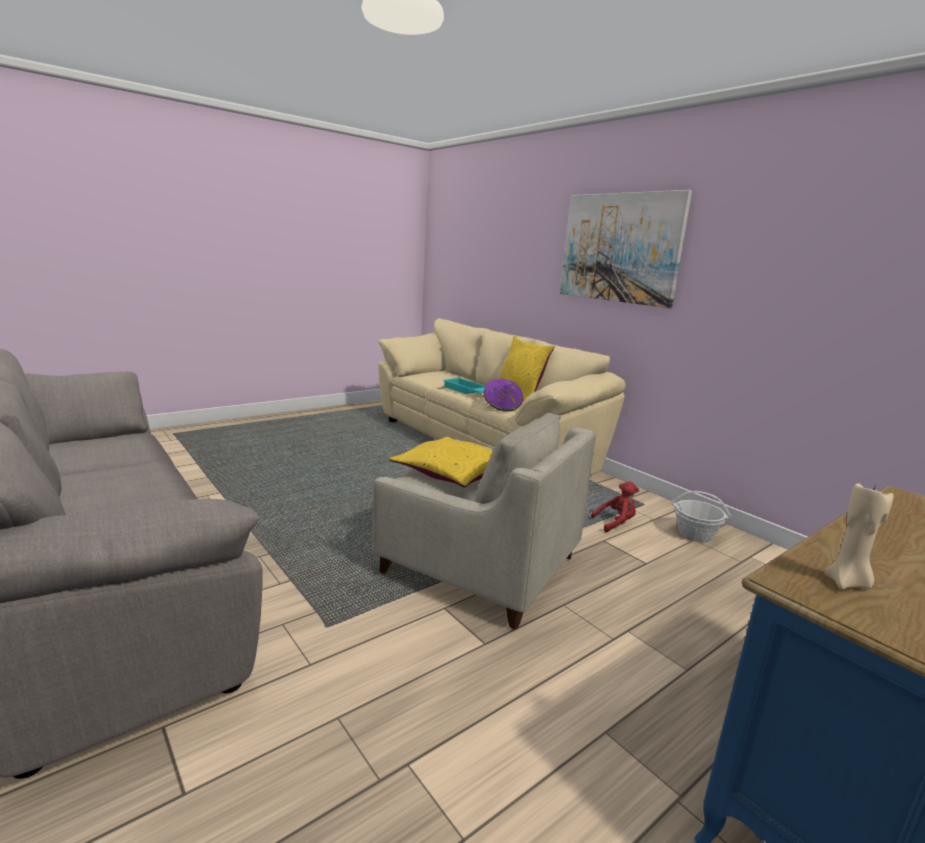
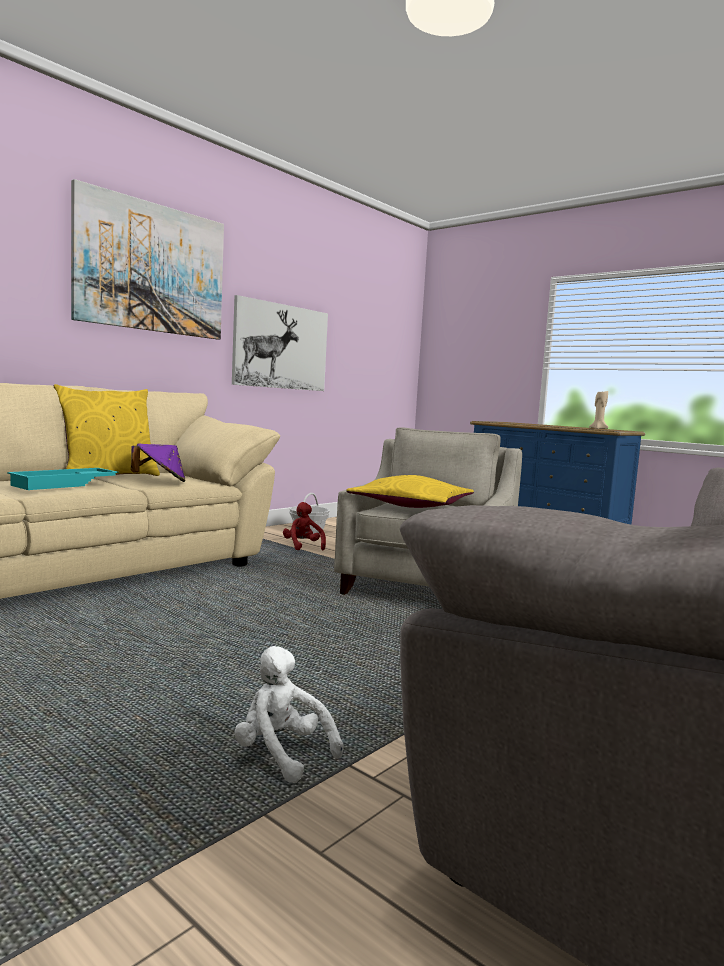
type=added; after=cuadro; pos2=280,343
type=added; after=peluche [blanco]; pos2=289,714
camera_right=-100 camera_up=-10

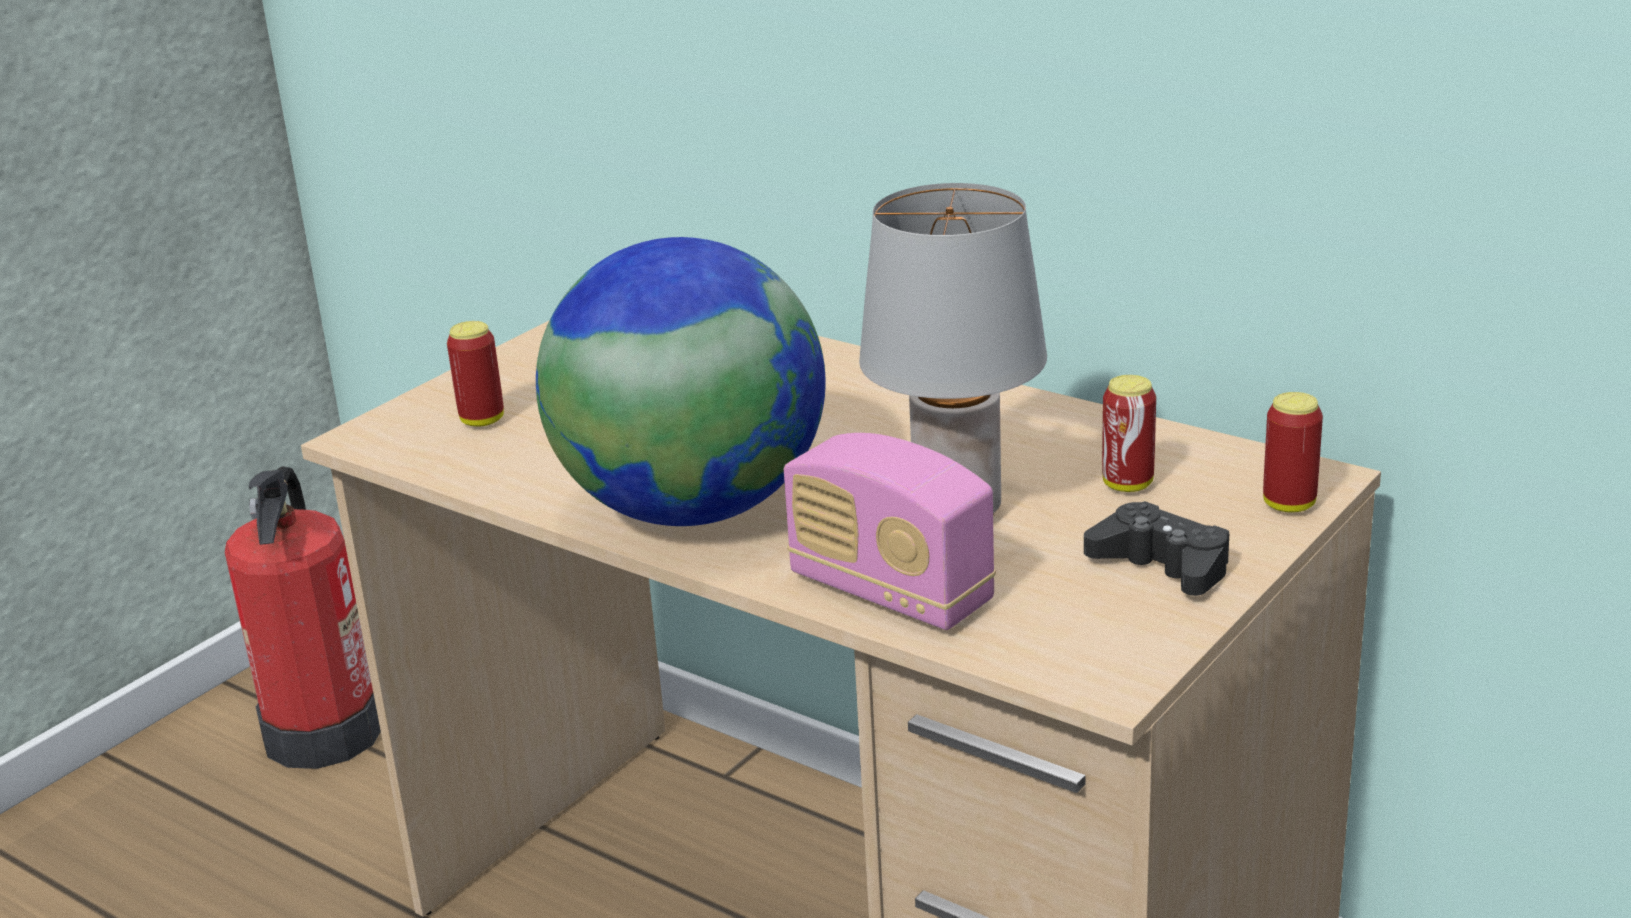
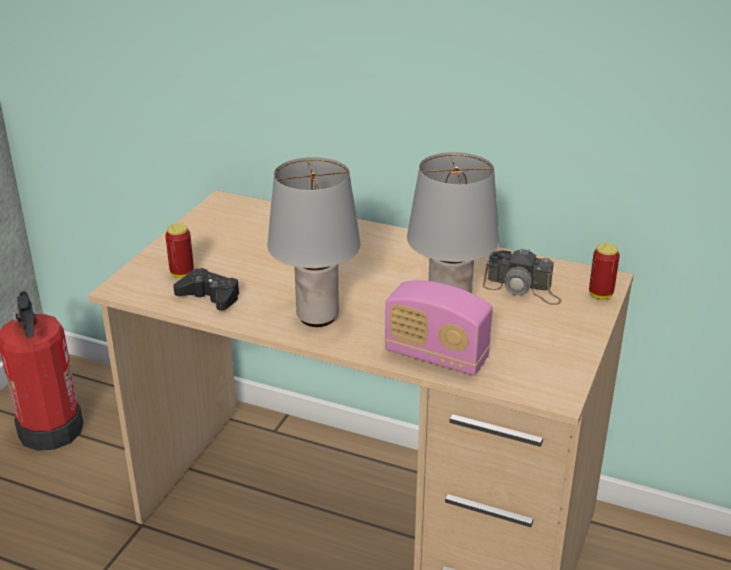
type=moved; before=mando de consola [negro]; pos1=1156,548; pos2=206,289
type=replaced; before=globo terráqueo; after=lámpara de mesa [gris]; pos1=681,381; pos2=314,242
type=replaced; before=lata; after=cámara; pos1=1129,433; pos2=522,276
camera_right=-15 camera_up=5

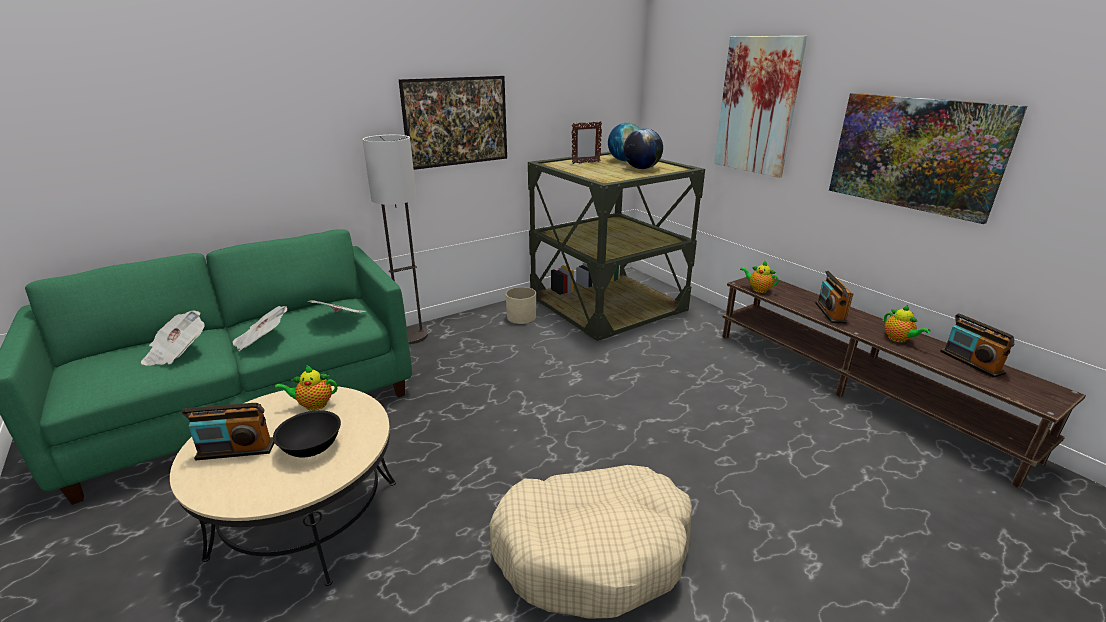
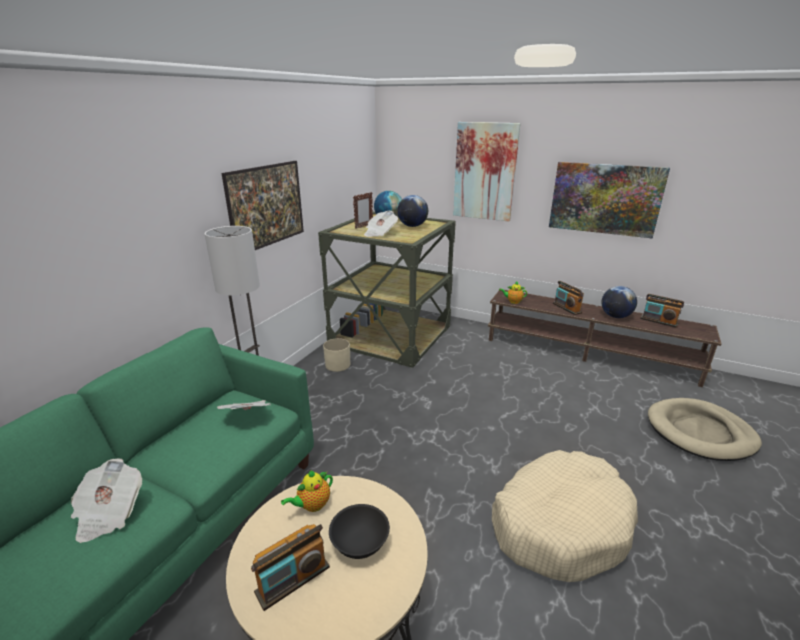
type=moved; before=periódico; pos1=259,328; pos2=381,224
type=replaced; before=tetera; after=globo terráqueo; pos1=907,324; pos2=619,302
type=added; after=cama para perro [beis]; pos2=705,429
camera_right=-30 camera_up=0

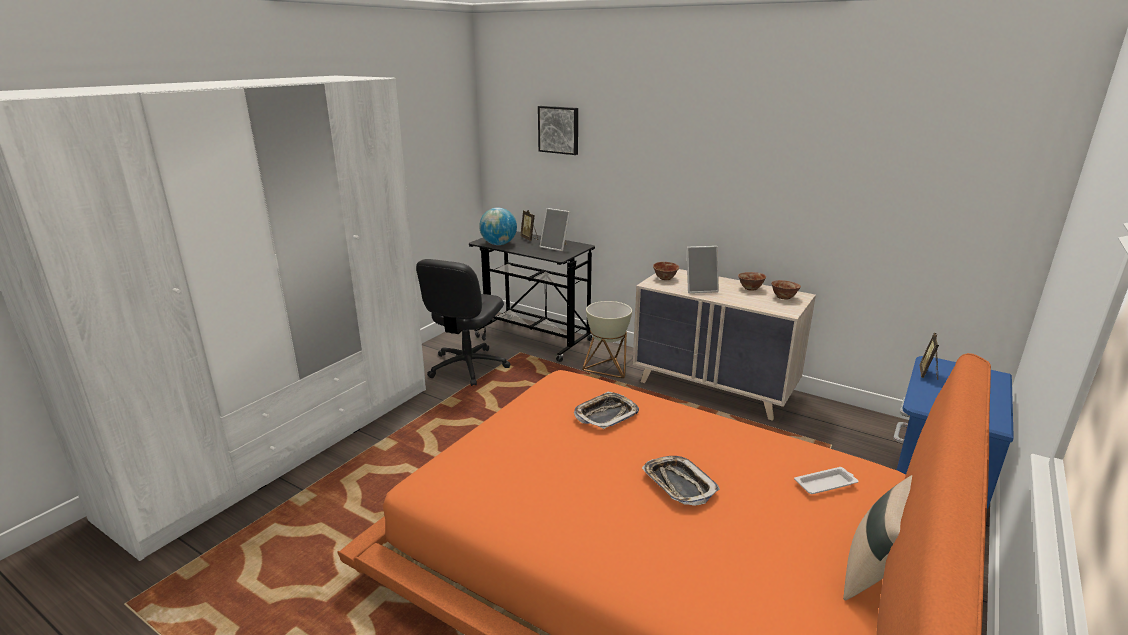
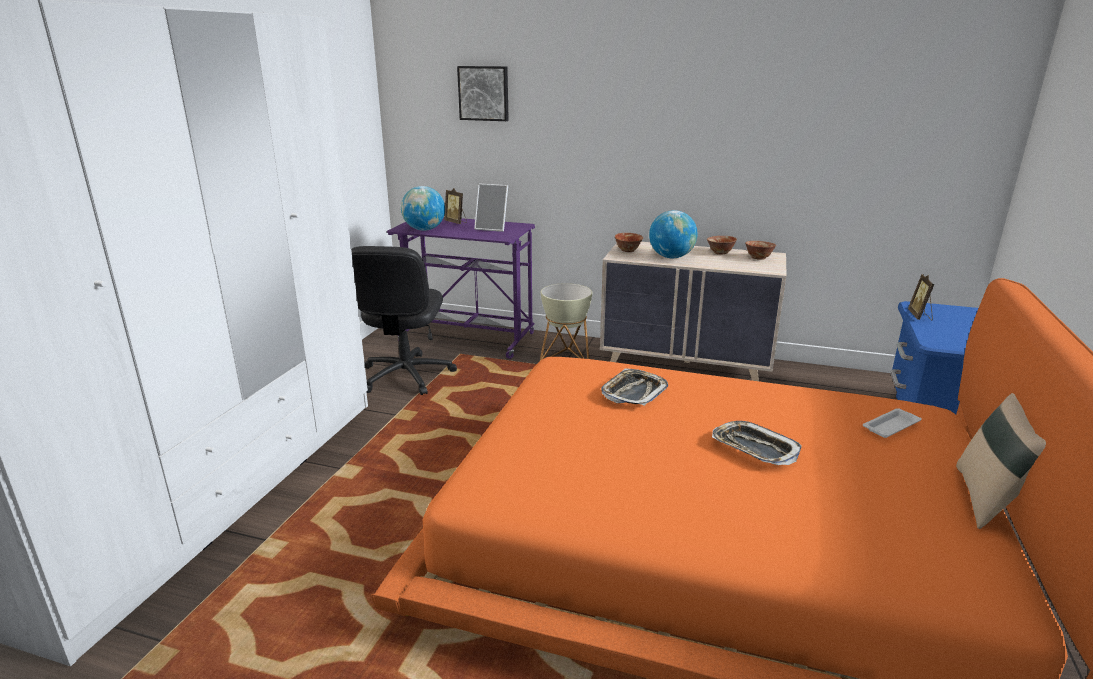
type=recoloured; before=escritorio [negro]; after=escritorio [morado]; pos1=532,296; pos2=461,288
type=replaced; before=portarretratos; after=globo terráqueo; pos1=703,269; pos2=673,234
camera_right=-15 camera_up=0

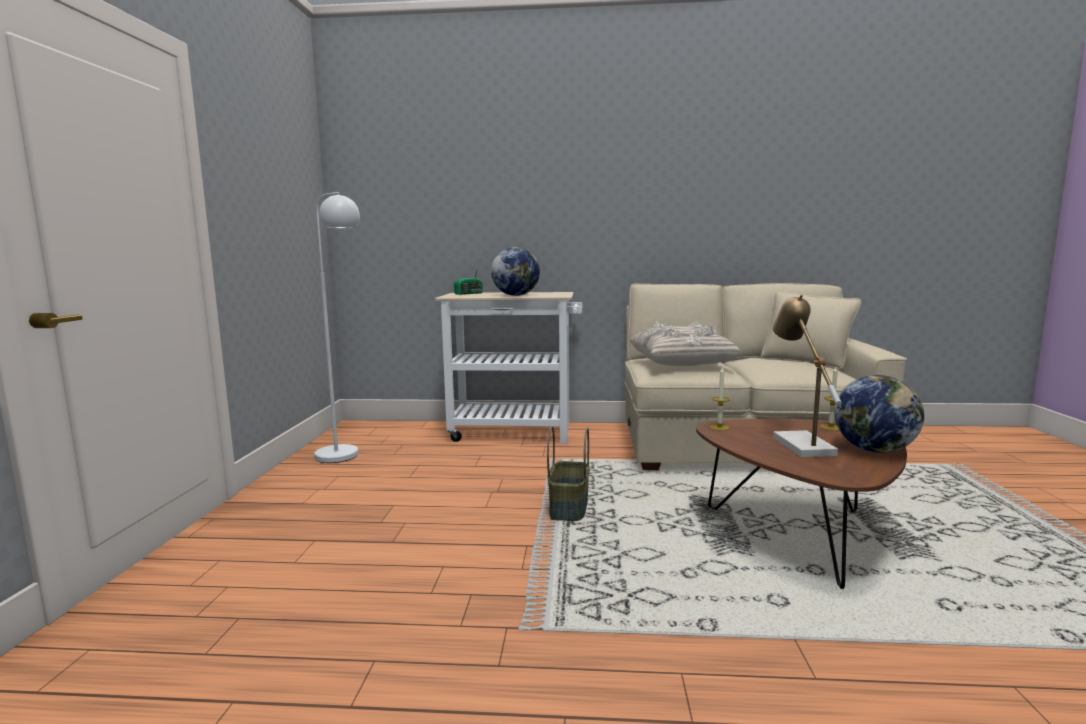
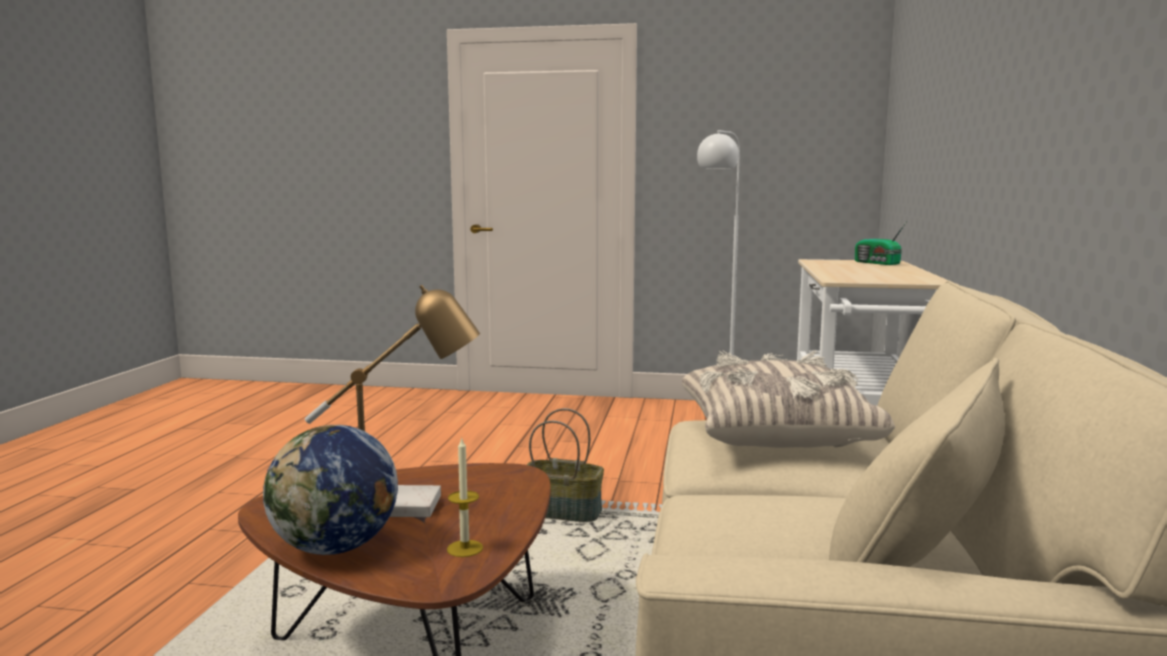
type=removed; before=globo terráqueo; pos1=515,271
type=removed; before=vela; pos1=720,399
camera_right=95 camera_up=0

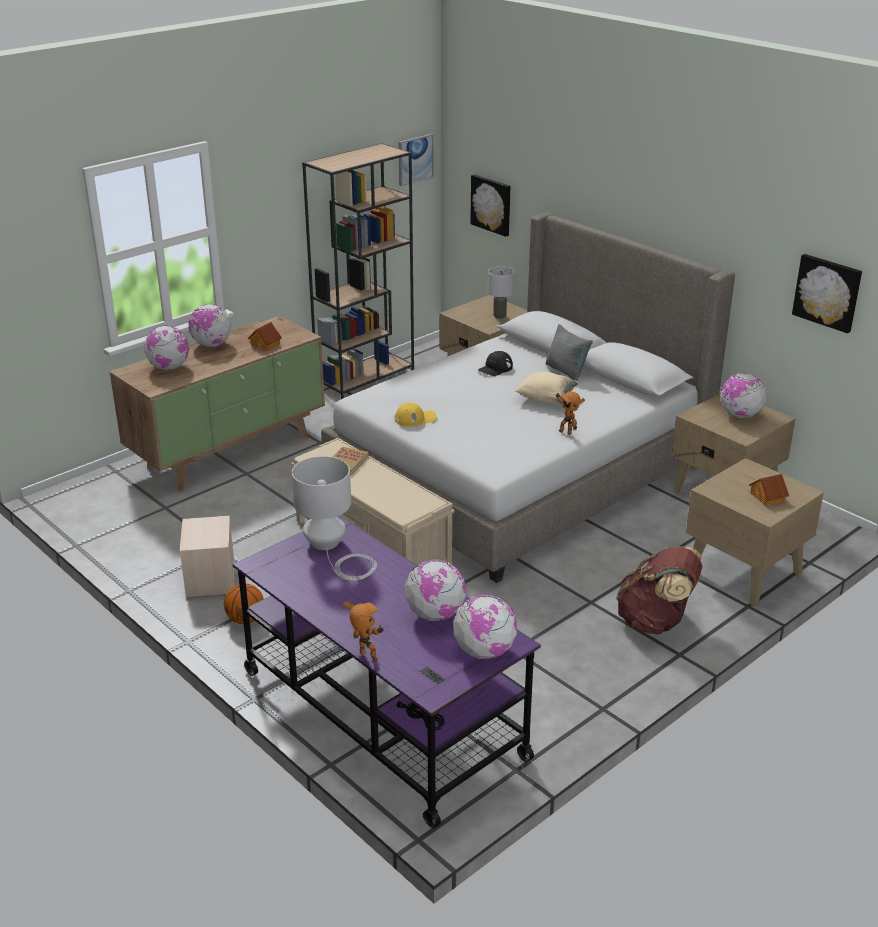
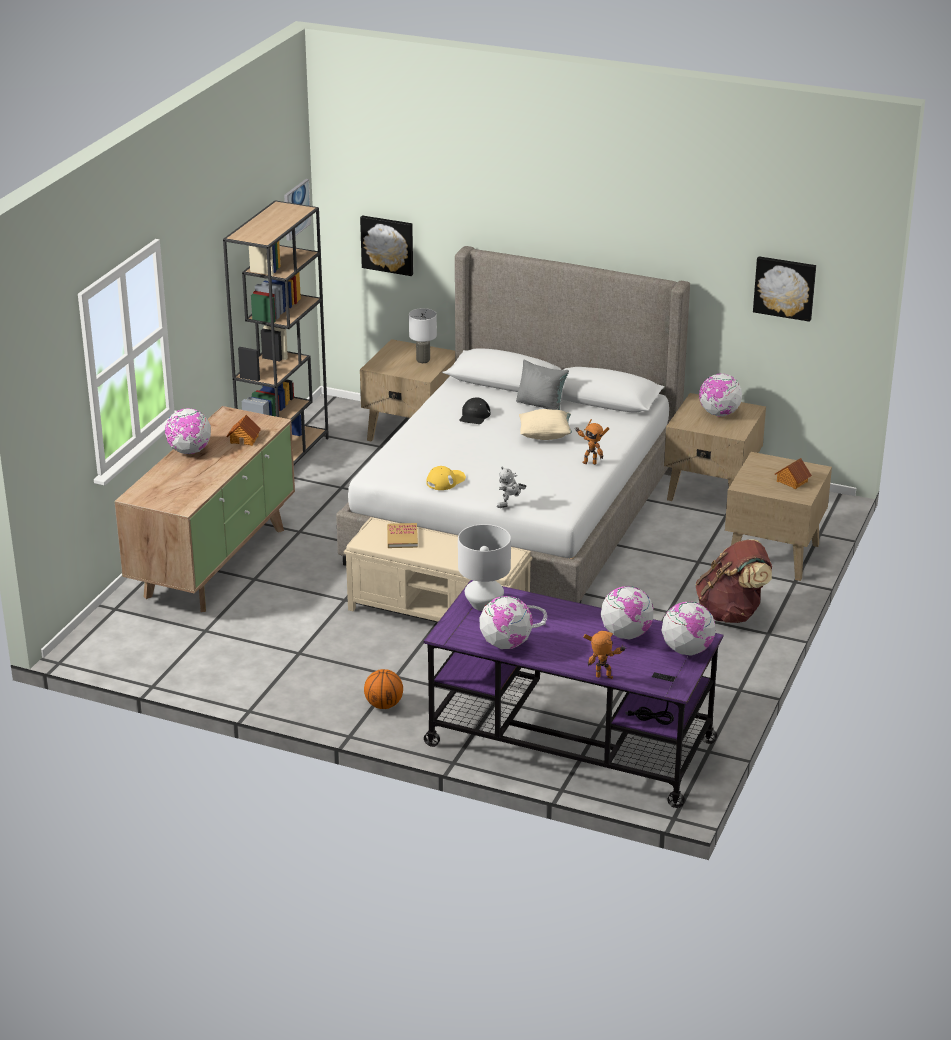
type=moved; before=globo terráqueo; pos1=166,347; pos2=506,622
type=added; after=robot de juguete; pos2=512,487
type=removed; before=caja de almacenaje [beis]; pos1=207,556
camera_right=-25 camera_up=0

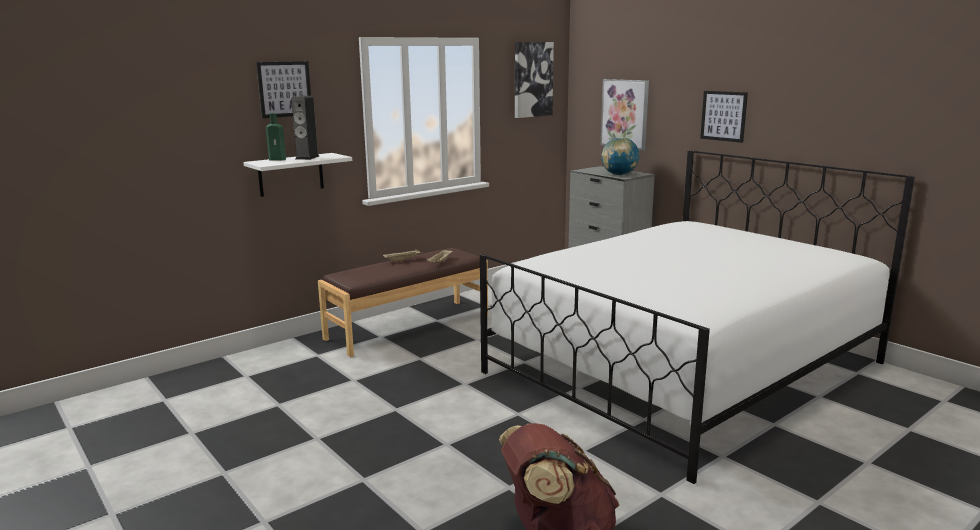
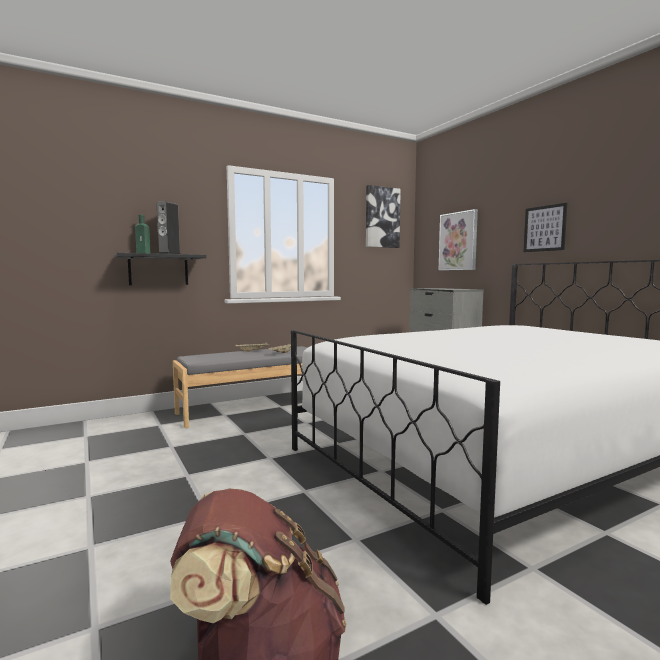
type=recoloured; before=estante [blanco]; after=estante [negro]; pos1=297,175; pos2=160,269
type=recoloured; before=banco [marrón]; after=banco [gris]; pos1=403,302; pos2=240,387
type=removed; before=cuadro; pos1=283,89
type=removed; before=globo terráqueo; pos1=620,156
camera_right=10 camera_up=-10

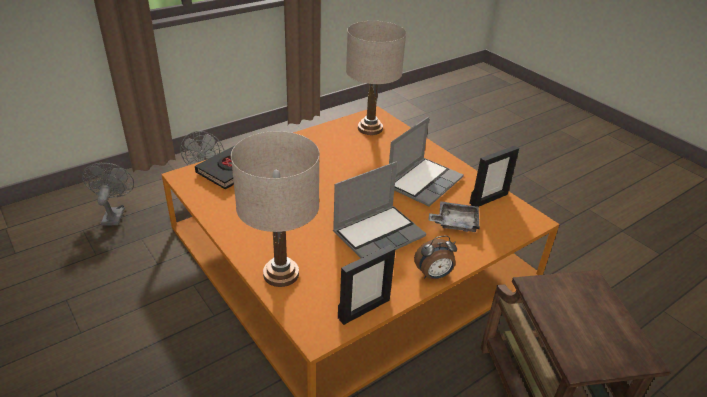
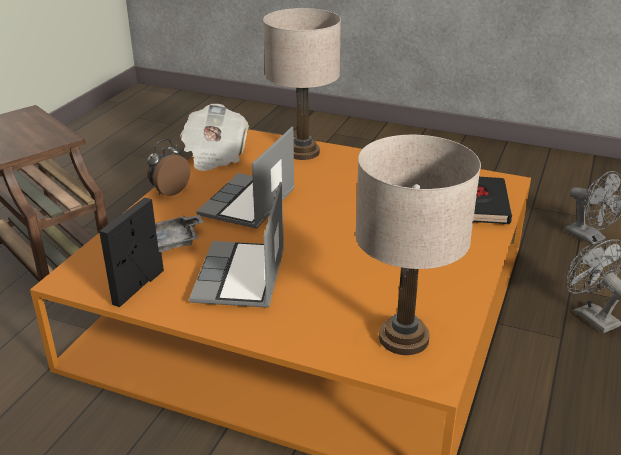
type=replaced; before=portarretratos; after=periódico; pos1=366,285; pos2=214,137
camera_right=150 camera_up=-5

